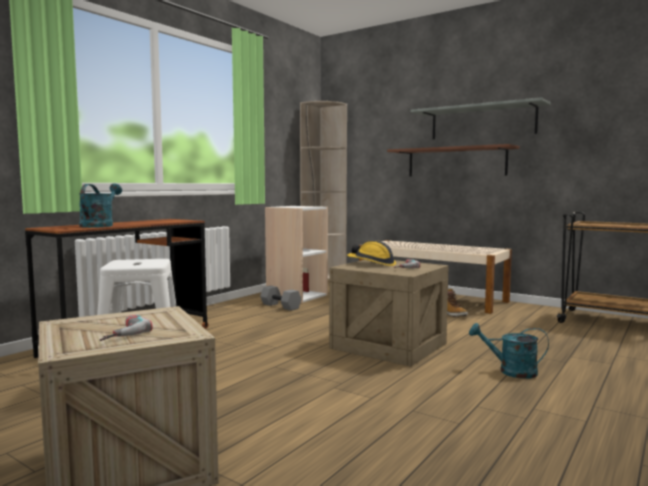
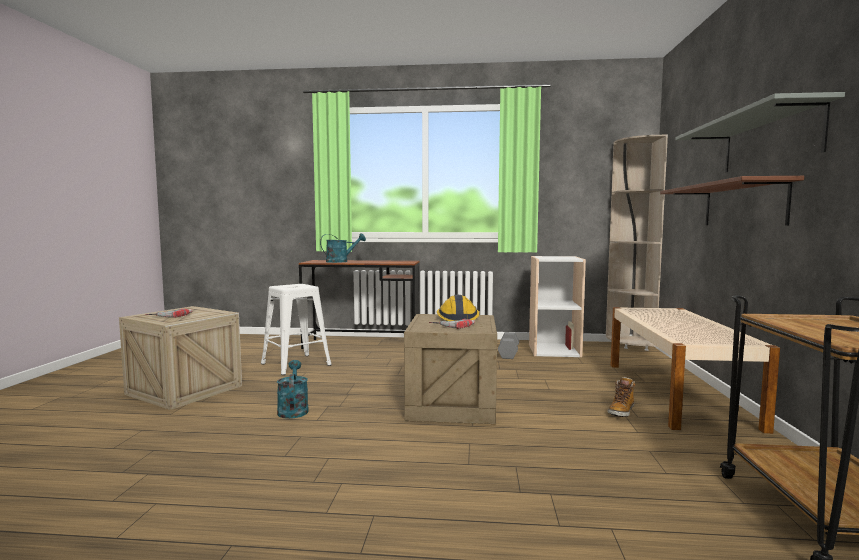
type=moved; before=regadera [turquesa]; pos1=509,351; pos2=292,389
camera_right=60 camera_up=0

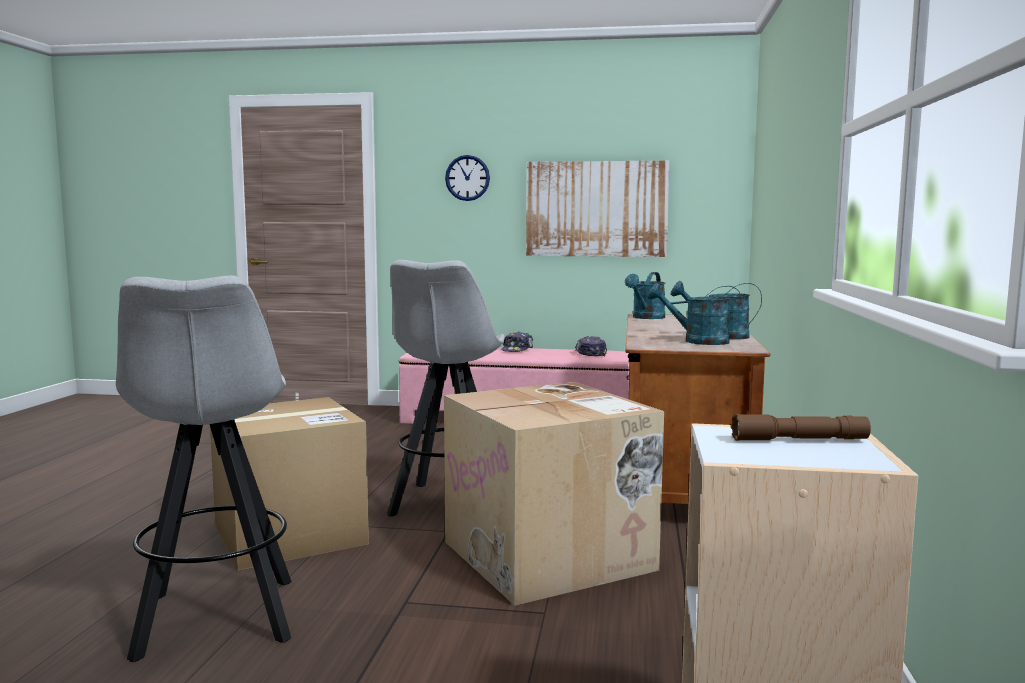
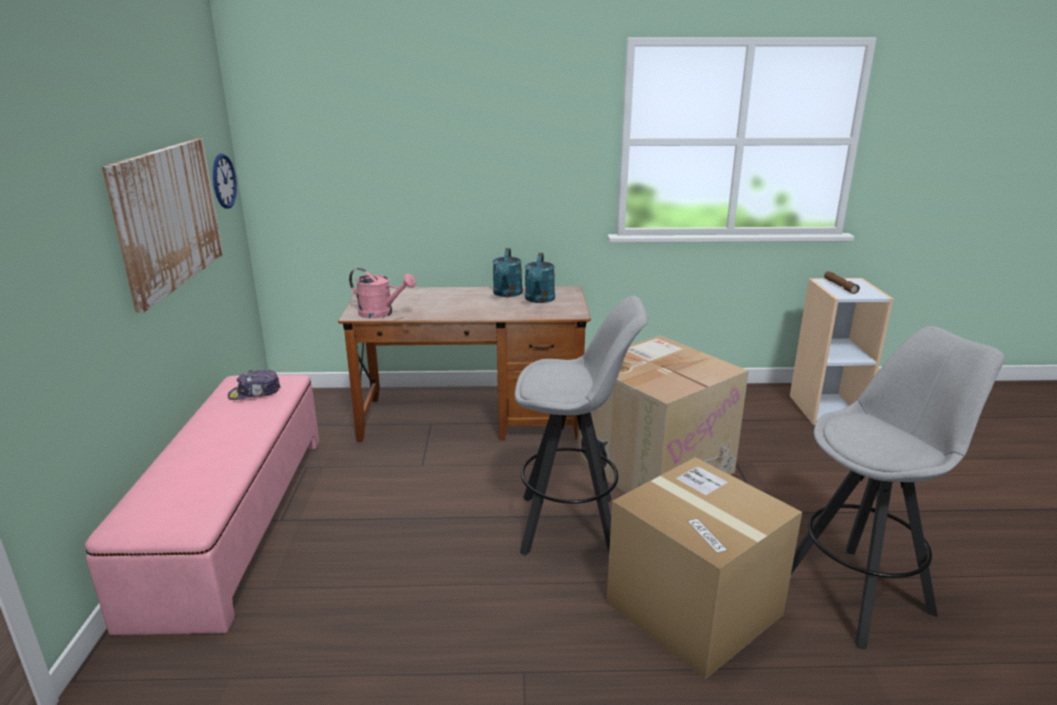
type=moved; before=reloj de pared; pos1=467,178; pos2=225,181
type=recoloured; before=regadera [turquesa]; after=regadera [rosa]; pos1=645,295; pos2=382,293
type=removed; before=gorra; pos1=517,342
camera_right=-100 camera_up=15

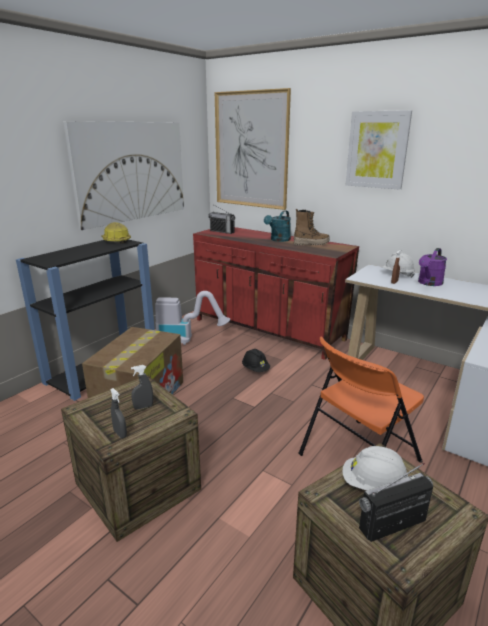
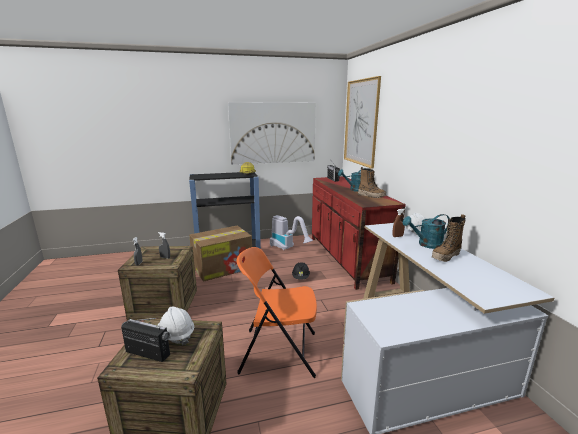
type=recoloured; before=regadera [morado]; after=regadera [turquesa]; pos1=432,267; pos2=426,231
type=added; after=bota; pos2=449,238
type=removed; before=cuadro; pos1=379,150
camera_right=40 camera_up=-5

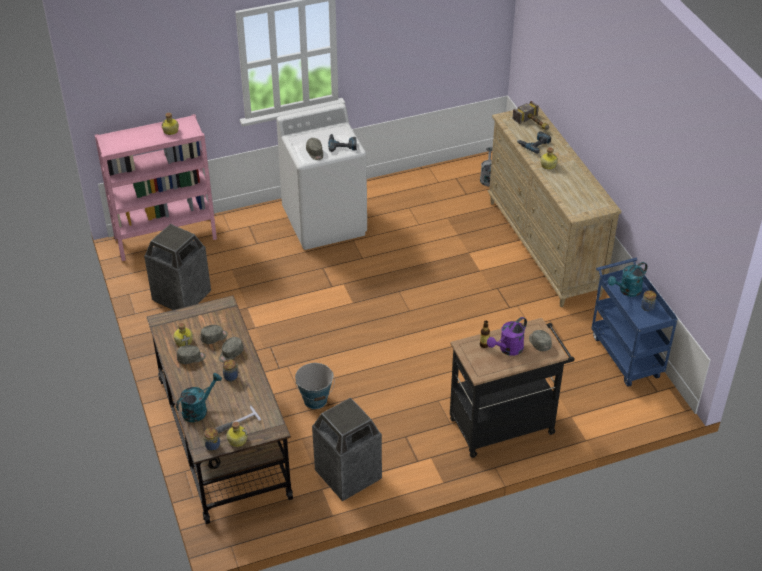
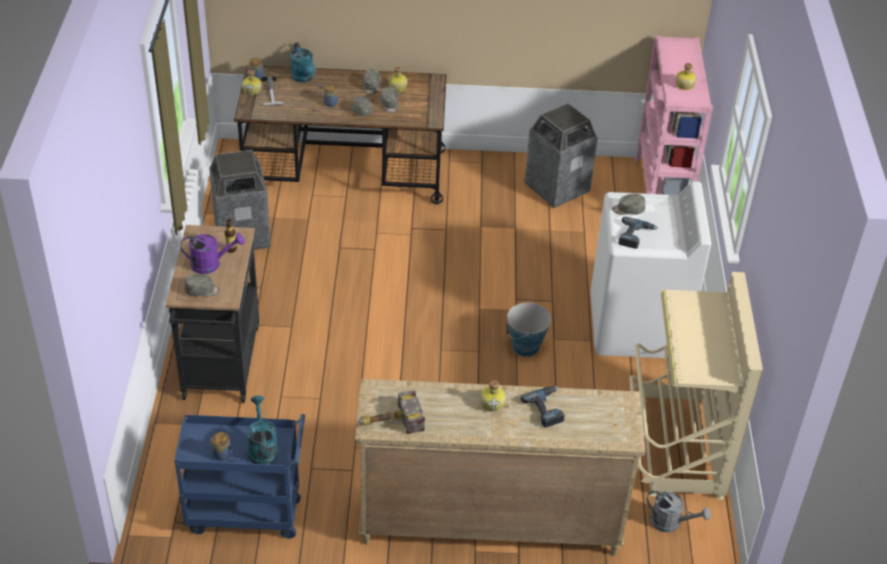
type=turned; before=regadera [morado]; pos1=507,336; pos2=213,253; turn=105
type=moved; before=martillo; pos1=530,115; pos2=391,412
type=moved; before=cubo; pos1=315,386; pos2=528,329
type=added; after=zapatero [beis]; pos2=696,386
camera_right=110 camera_up=0

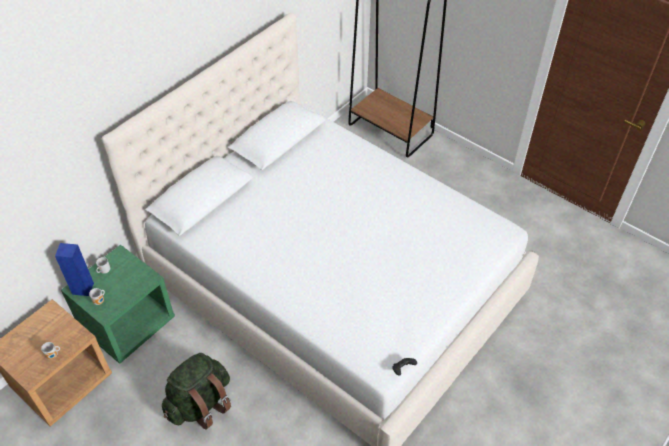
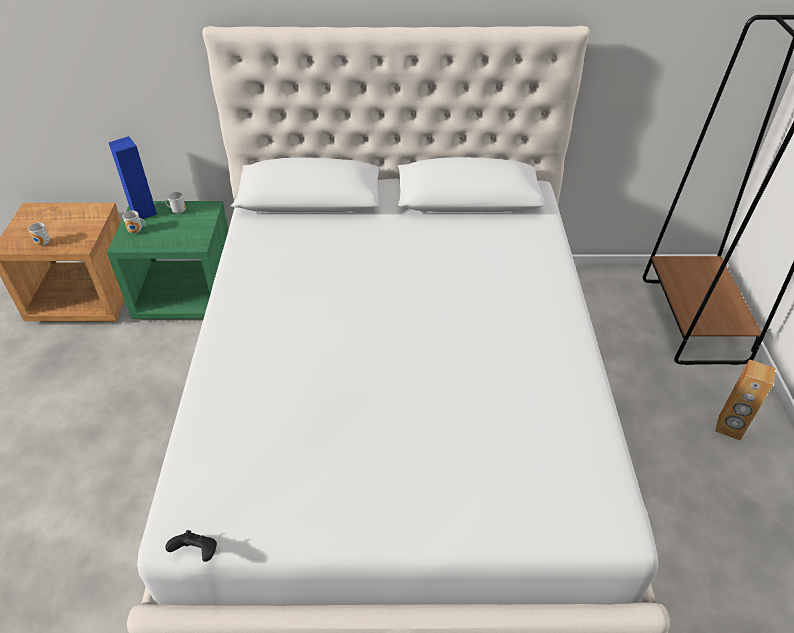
type=added; after=altavoz [marrón]; pos2=745,399
type=removed; before=mochila [verde]; pos1=196,391
camera_right=50 camera_up=-5

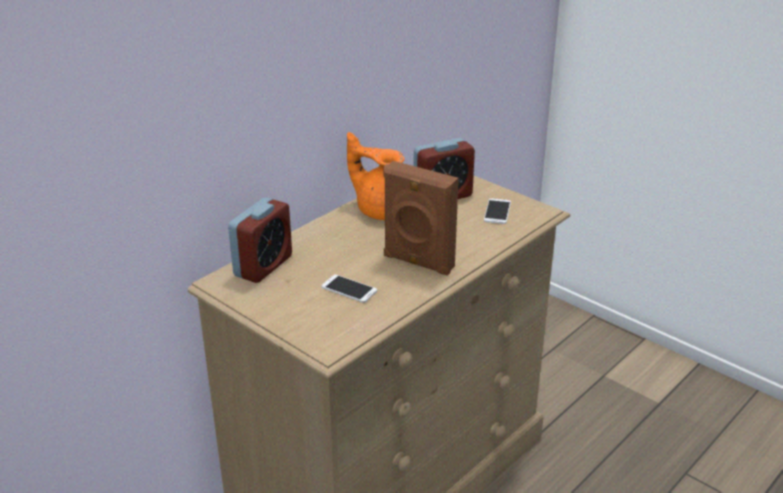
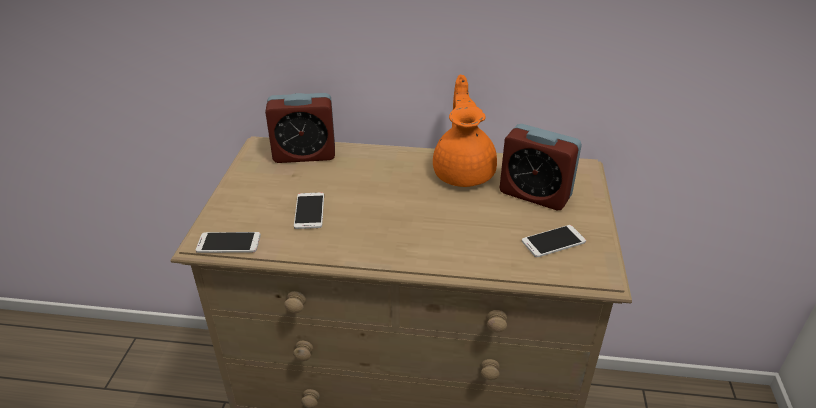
type=added; after=móvil; pos2=228,242
type=removed; before=altavoz [marrón]; pos1=421,218
camera_right=55 camera_up=5

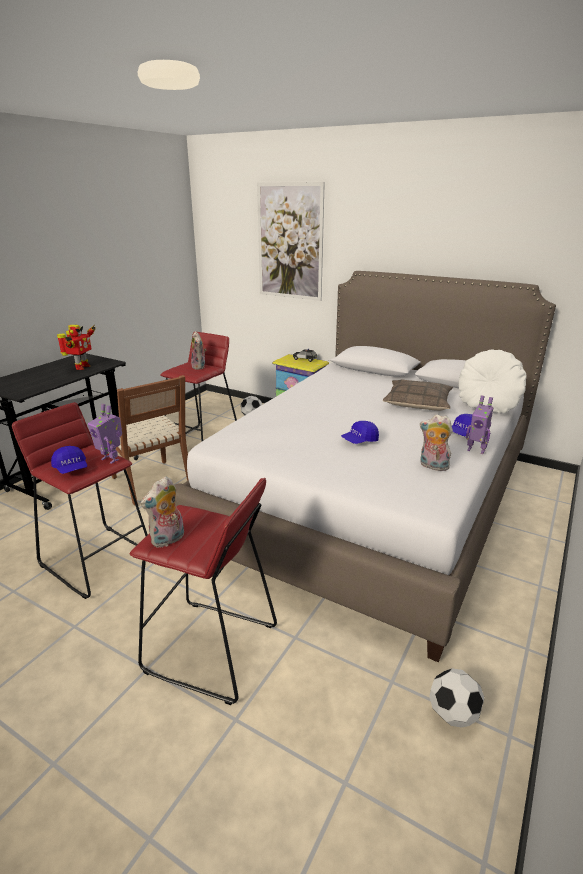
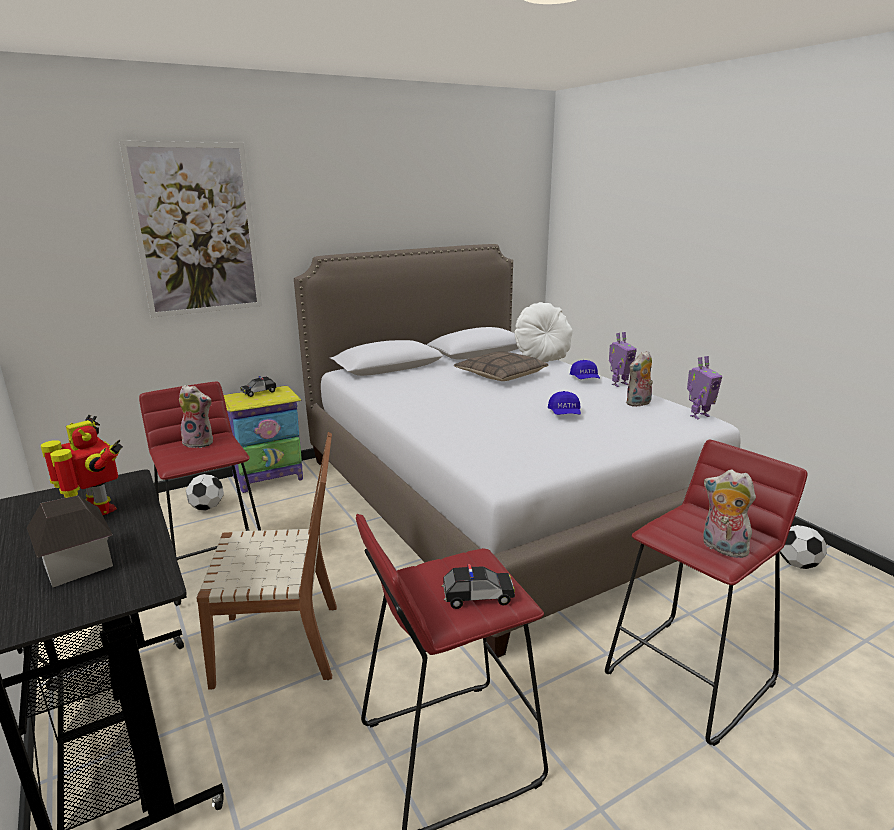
type=added; after=casita; pos2=70,541
type=replaced; before=gorra [azul]; after=coche de juguete; pos1=69,460; pos2=478,586
type=moved; before=robot de juguete; pos1=105,434; pos2=704,387
type=turned; before=peluche; pos1=162,512; pos2=729,514; turn=150
camera_right=-60 camera_up=-5

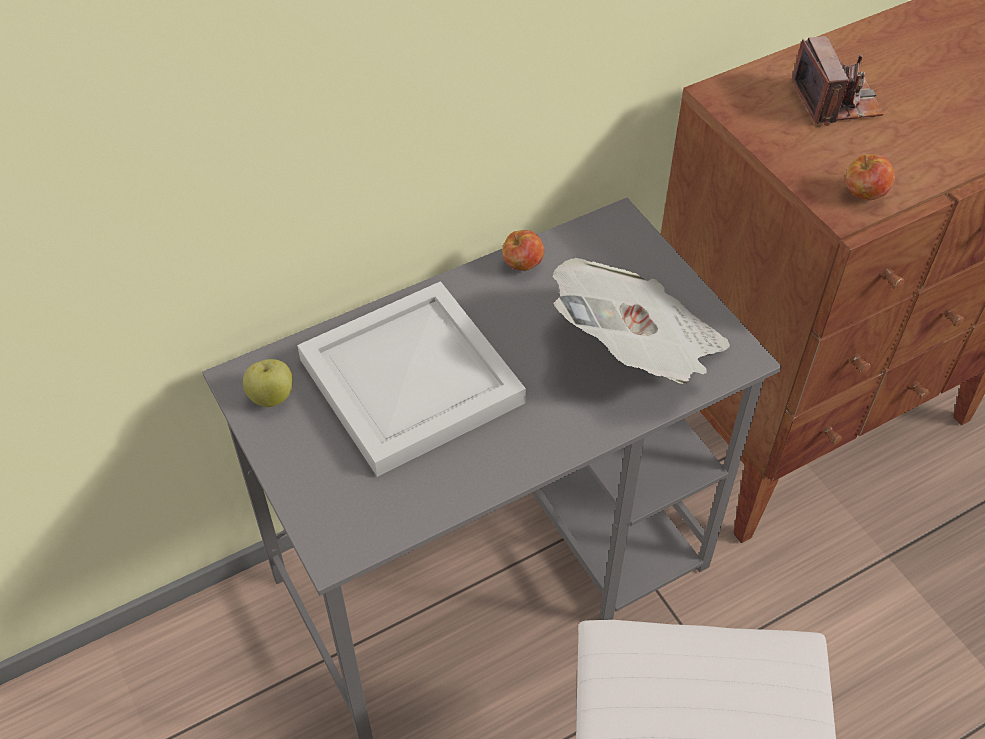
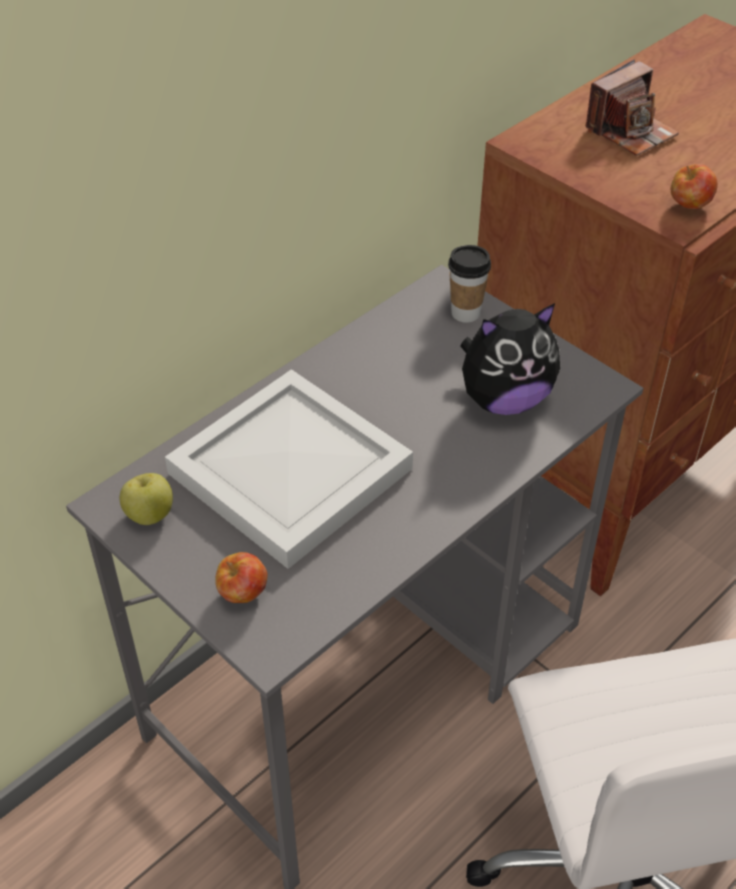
type=moved; before=manzana; pos1=523,250; pos2=241,577
type=added; after=taza; pos2=469,284
type=replaced; before=periódico; after=peluche; pos1=641,321; pos2=510,359
type=turned; before=cámara; pos1=837,81; pos2=632,107; turn=75
camera_right=-15 camera_up=-5

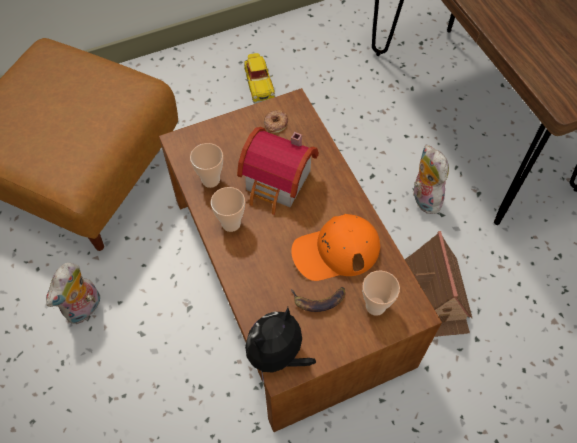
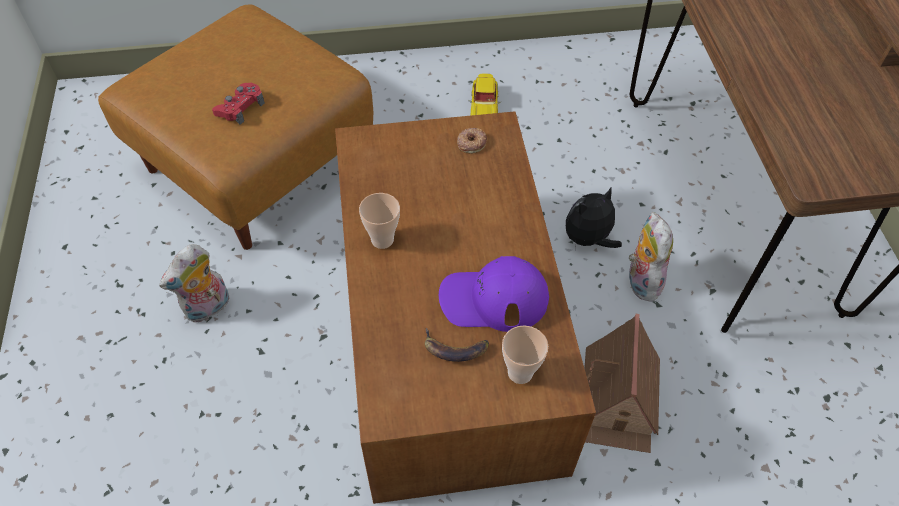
type=added; after=mando de consola [rojo]; pos2=238,104
type=recoloured; before=gorra [naranja]; after=gorra [morado]; pos1=335,247; pos2=494,294
type=moved; before=peluche; pos1=280,345; pos2=594,217
type=removed; before=taza; pos1=206,165
type=removed; before=casita; pos1=278,171
camera_right=15 camera_up=-5

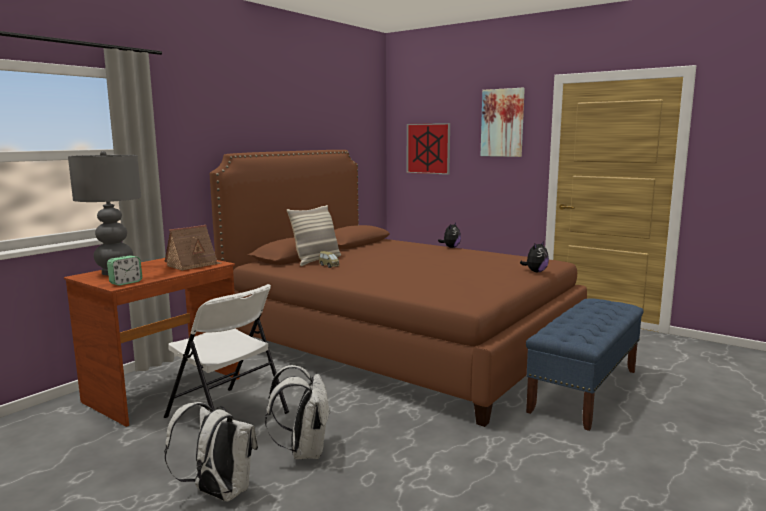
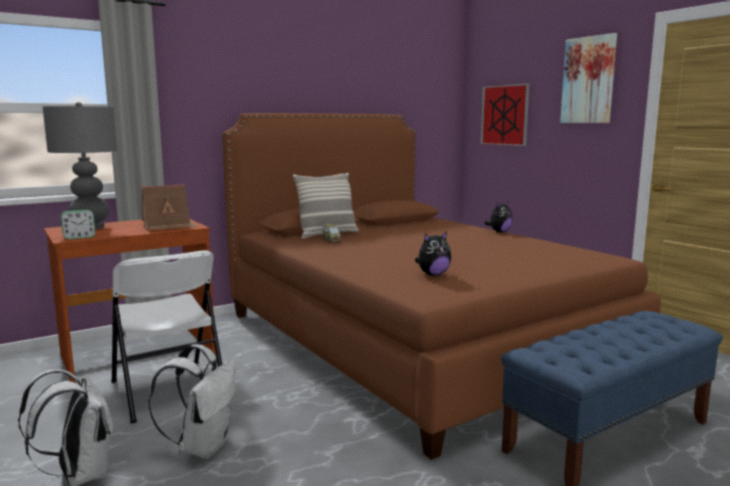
type=moved; before=peluche; pos1=534,256; pos2=433,253
camera_right=20 camera_up=0

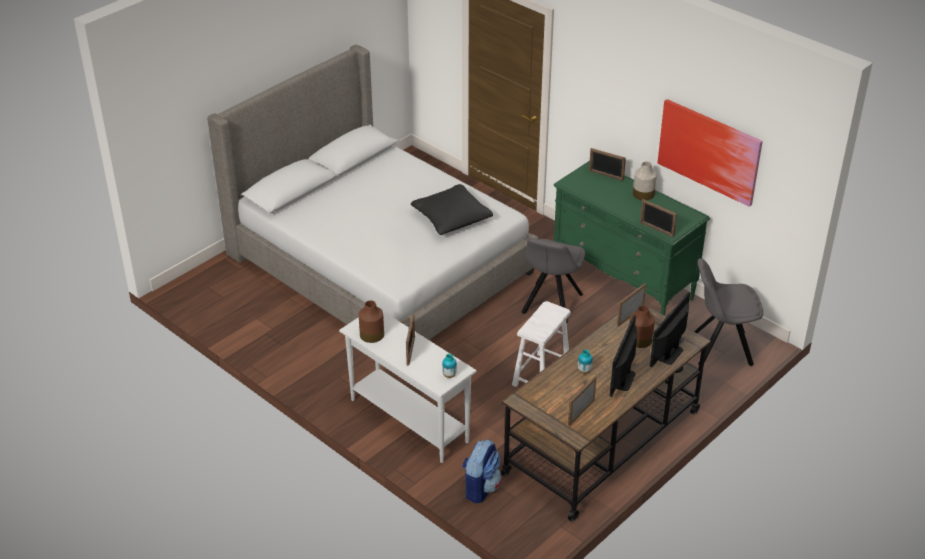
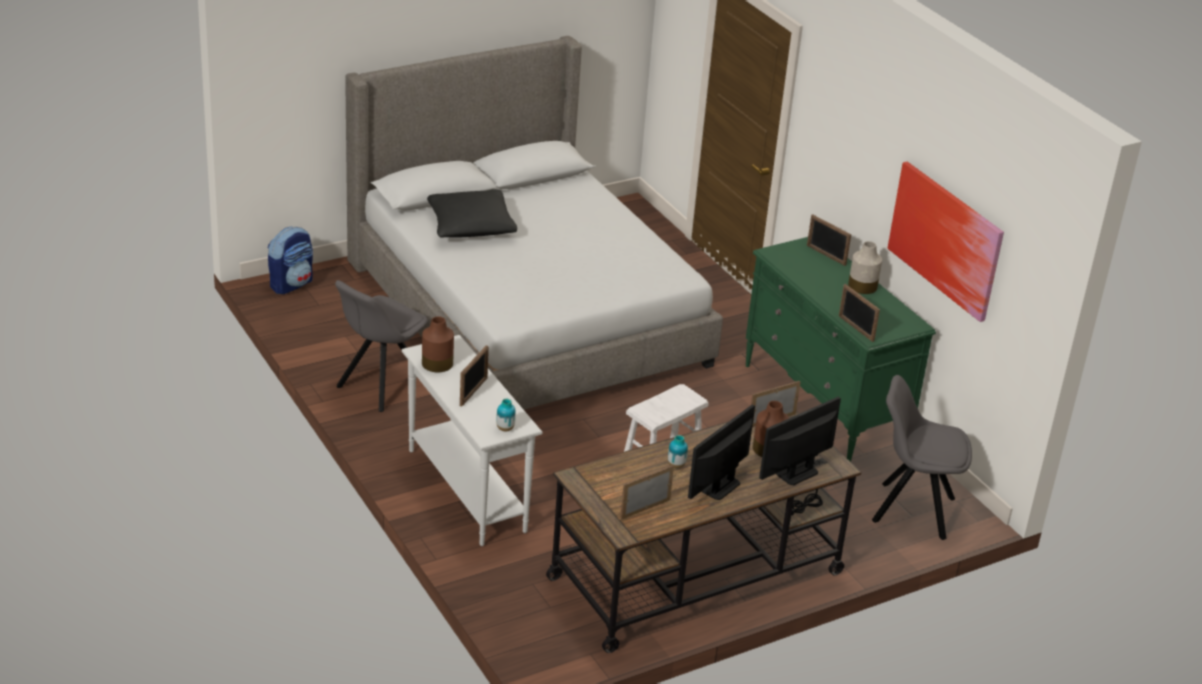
type=moved; before=mochila; pos1=482,471; pos2=290,260
type=moved; before=silla [gris]; pos1=553,280; pos2=381,346
type=moved; before=cojín [negro]; pos1=452,209; pos2=472,213
camera_right=15 camera_up=-5

